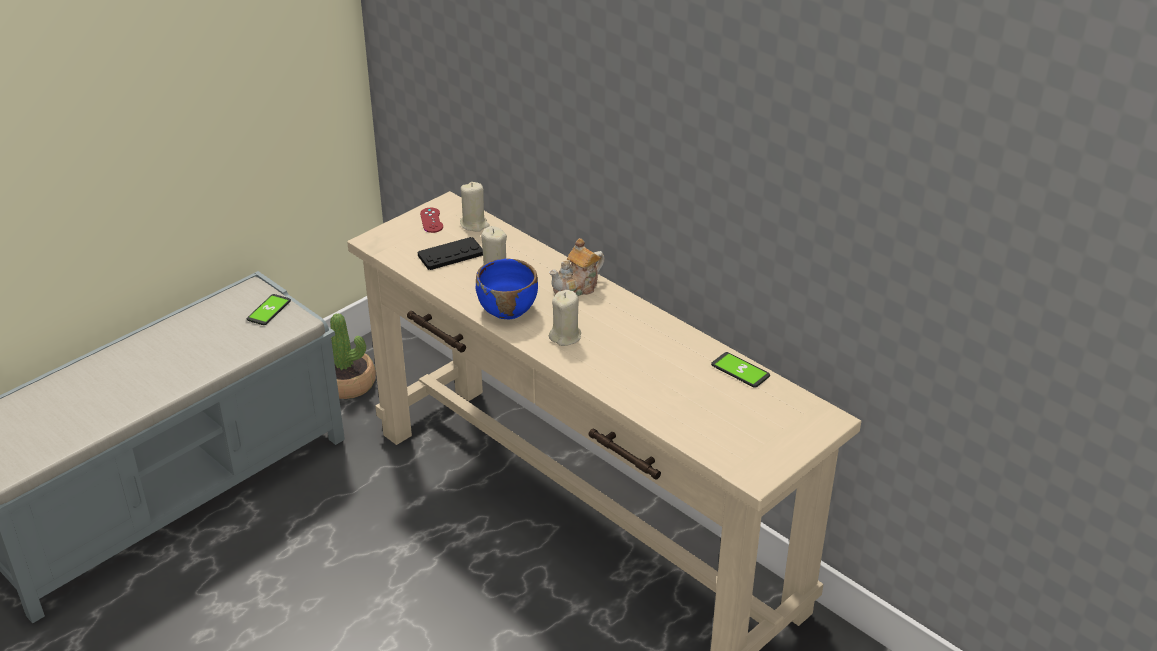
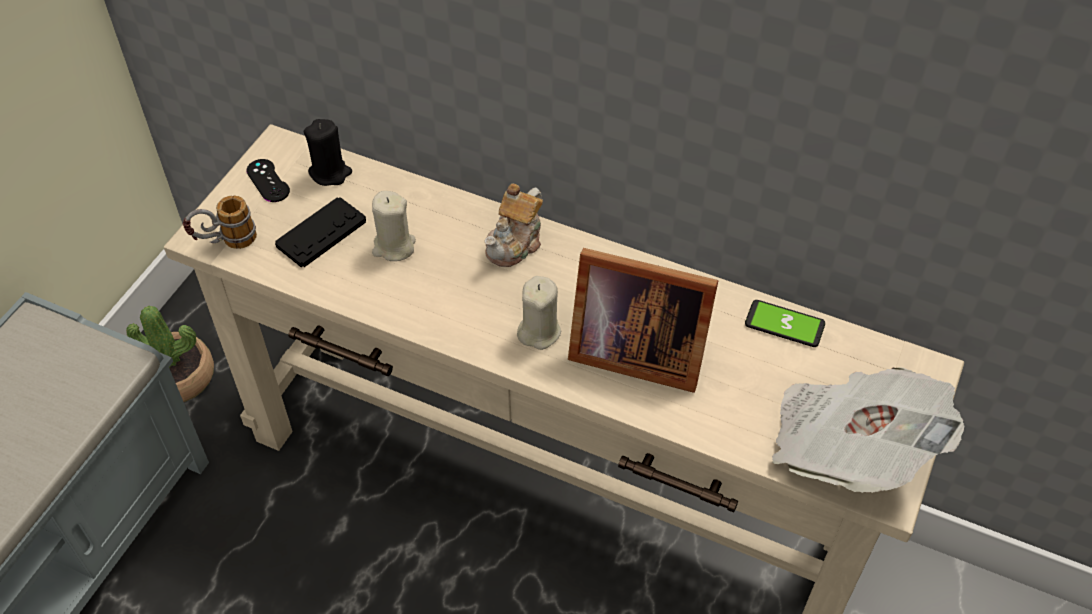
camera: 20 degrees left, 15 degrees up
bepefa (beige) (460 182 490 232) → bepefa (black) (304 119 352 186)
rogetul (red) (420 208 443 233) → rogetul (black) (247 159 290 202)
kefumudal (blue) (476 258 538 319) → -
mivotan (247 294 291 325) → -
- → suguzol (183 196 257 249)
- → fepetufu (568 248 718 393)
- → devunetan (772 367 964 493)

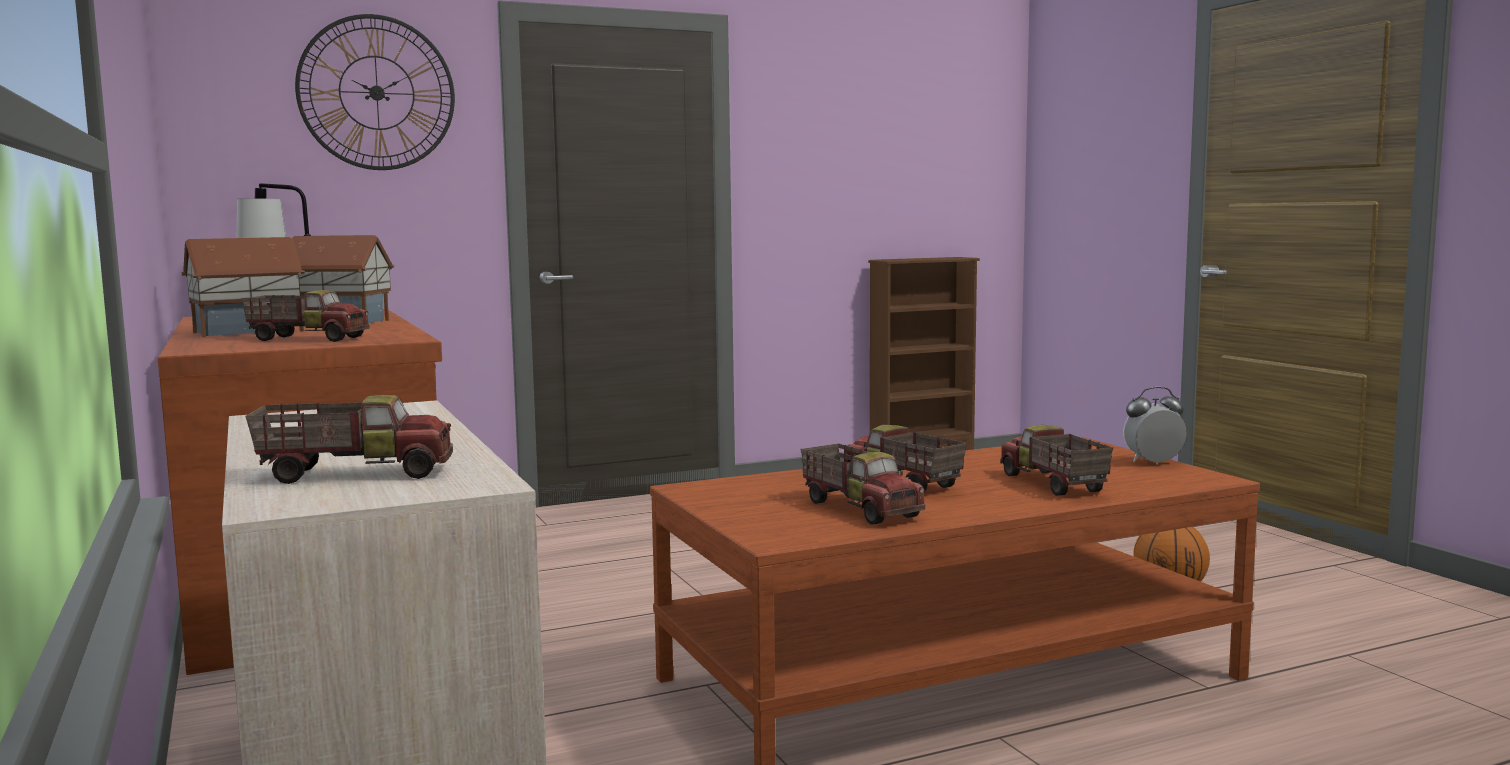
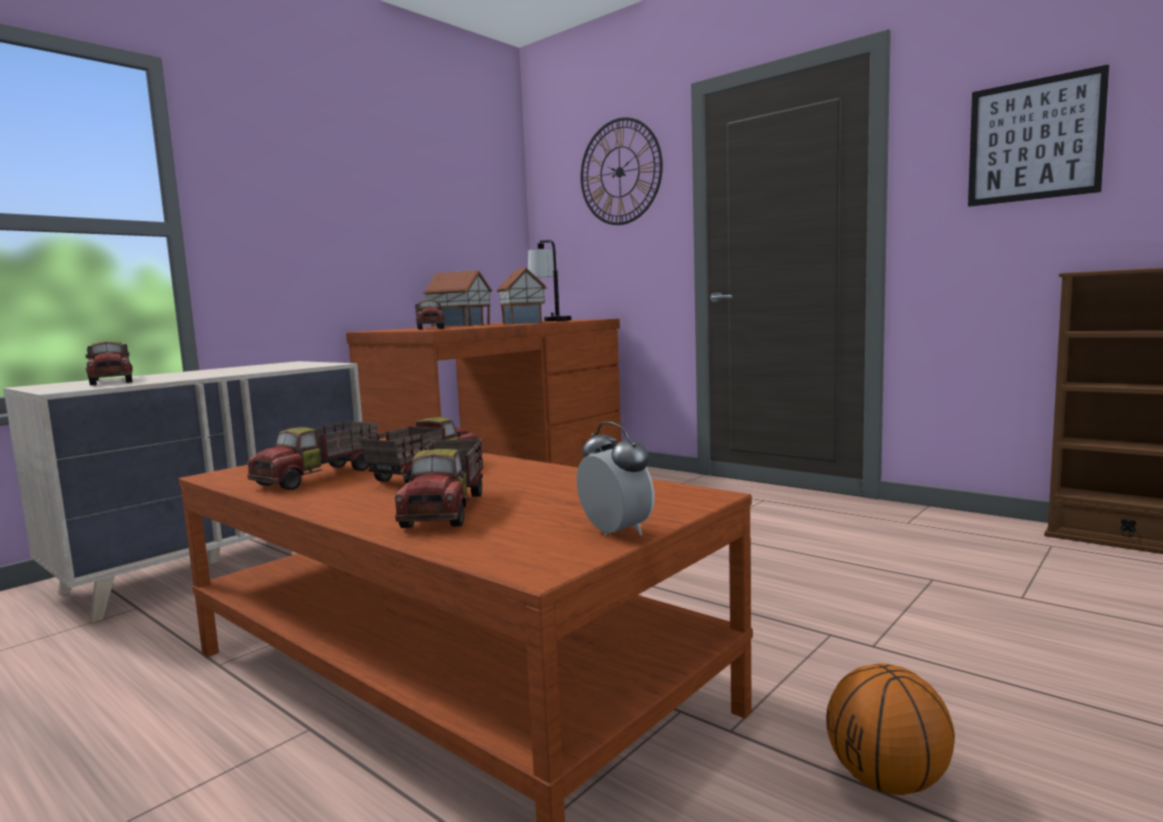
camera: 65 degrees right, 0 degrees up
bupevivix (1000 424 1113 496) → bupevivix (395 439 483 528), 135 degrees clockwise
- → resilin (968 64 1109 207)

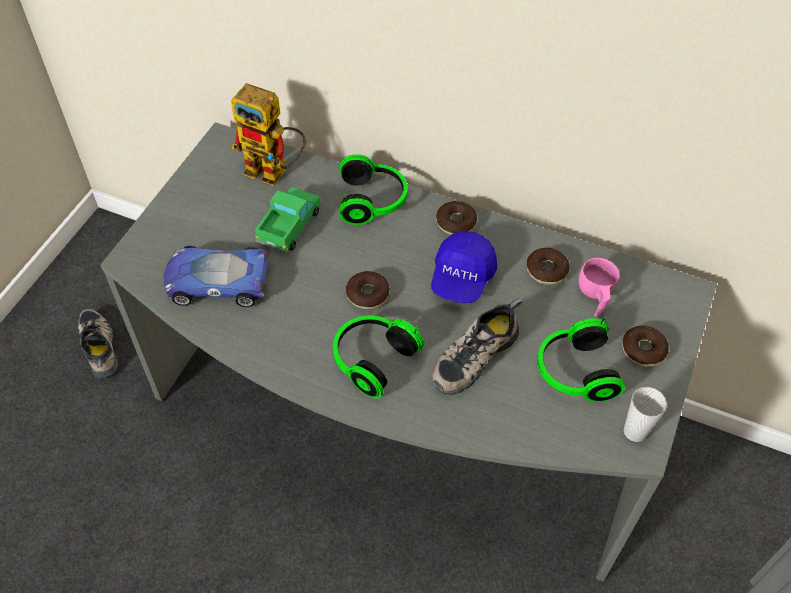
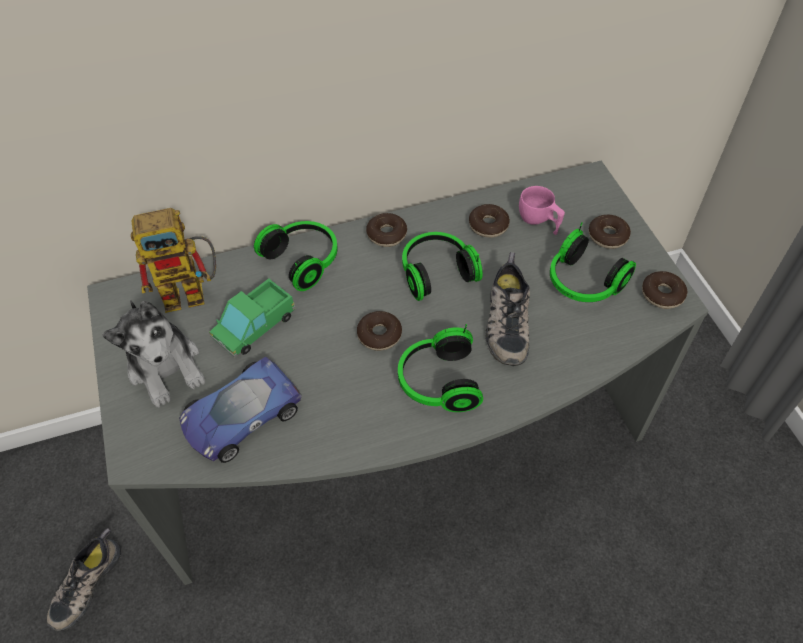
camera: 40 degrees left, 0 degrees up
bupevivix (255 187 322 253) → bupevivix (209 278 296 358), 120 degrees counterclockwise
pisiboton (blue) (431 231 497 303) → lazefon (402 232 483 301)
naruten (78 308 118 379) → naruten (47 528 121 631), 90 degrees counterclockwise
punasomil (624 387 667 442) → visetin (642 271 687 309)
- → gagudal (102 300 205 407)

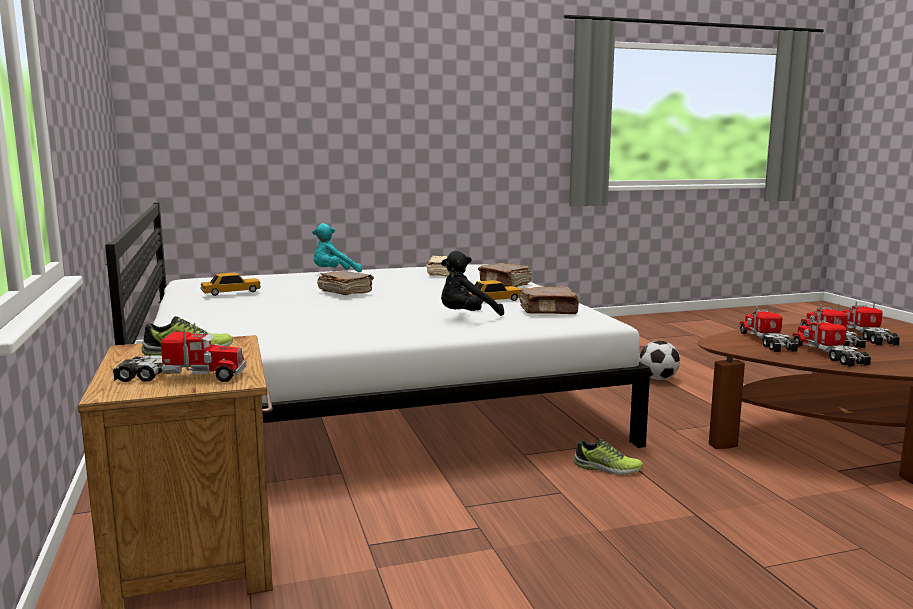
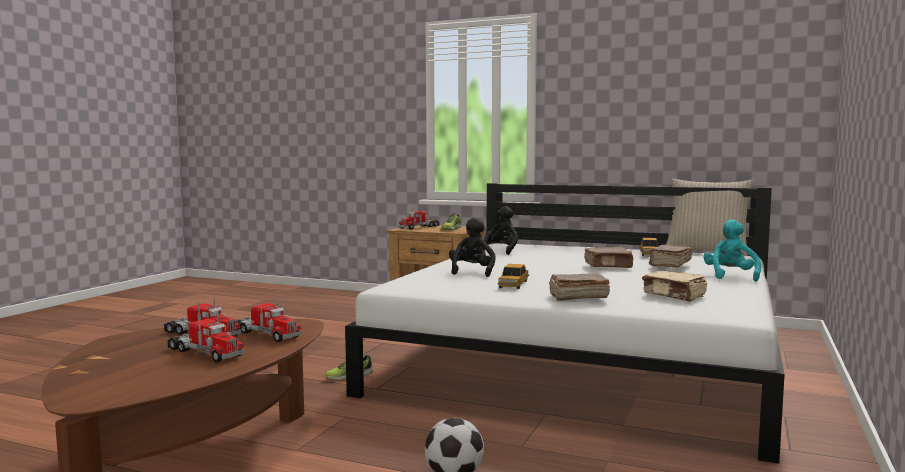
camera: 130 degrees right, 5 degrees down
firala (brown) (519 286 579 314) → firala (brown) (649 245 693 268), moved
bupevivix (843 301 900 345) → -
- → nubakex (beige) (666 179 754 256)
- → gagudal (black) (484 206 519 255)

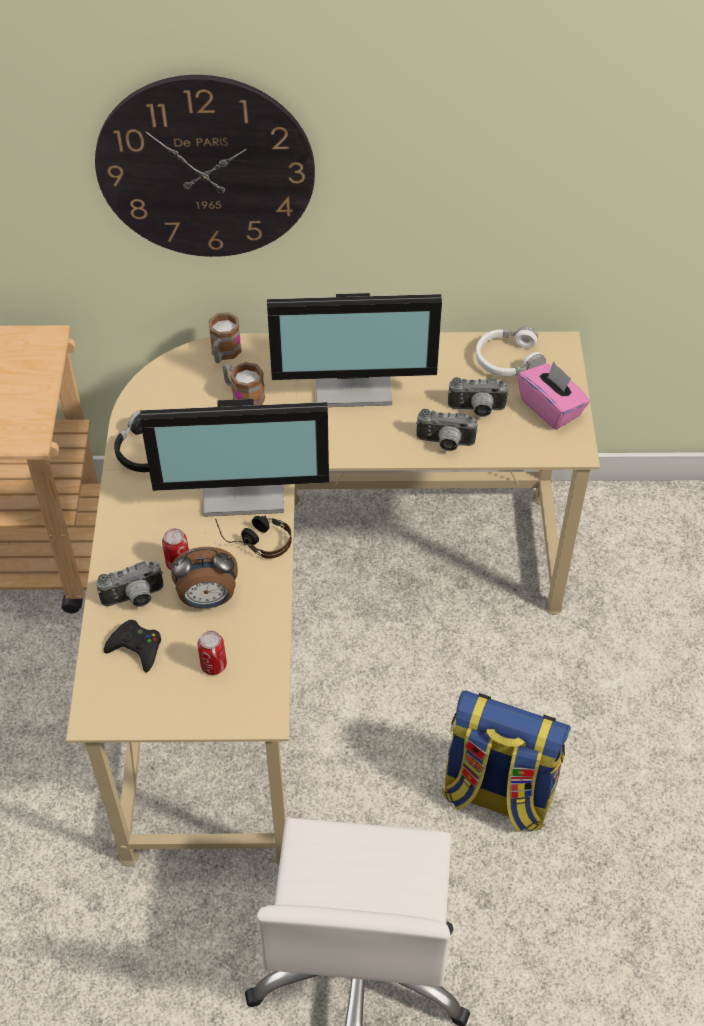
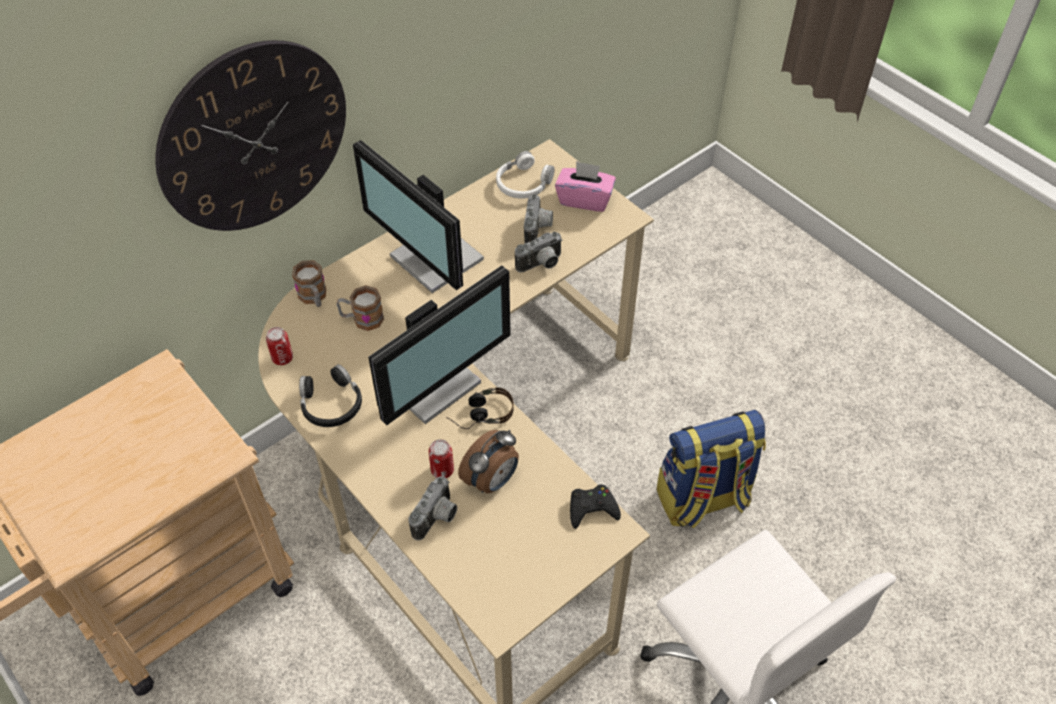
camera: 40 degrees left, 0 degrees up
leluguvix (267 293 442 407) → leluguvix (353 140 484 293), 90 degrees clockwise
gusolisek (448 377 509 417) → gusolisek (524 194 553 243), 45 degrees counterclockwise
rogetul (black) (104 620 161 672) → rogetul (black) (570 485 621 529), moved
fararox (198 630 227 675) → fararox (266 327 293 365), moved

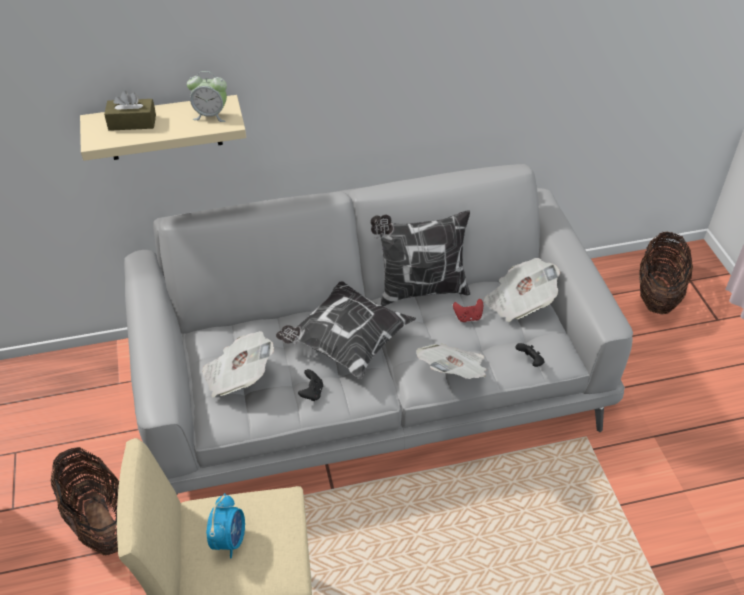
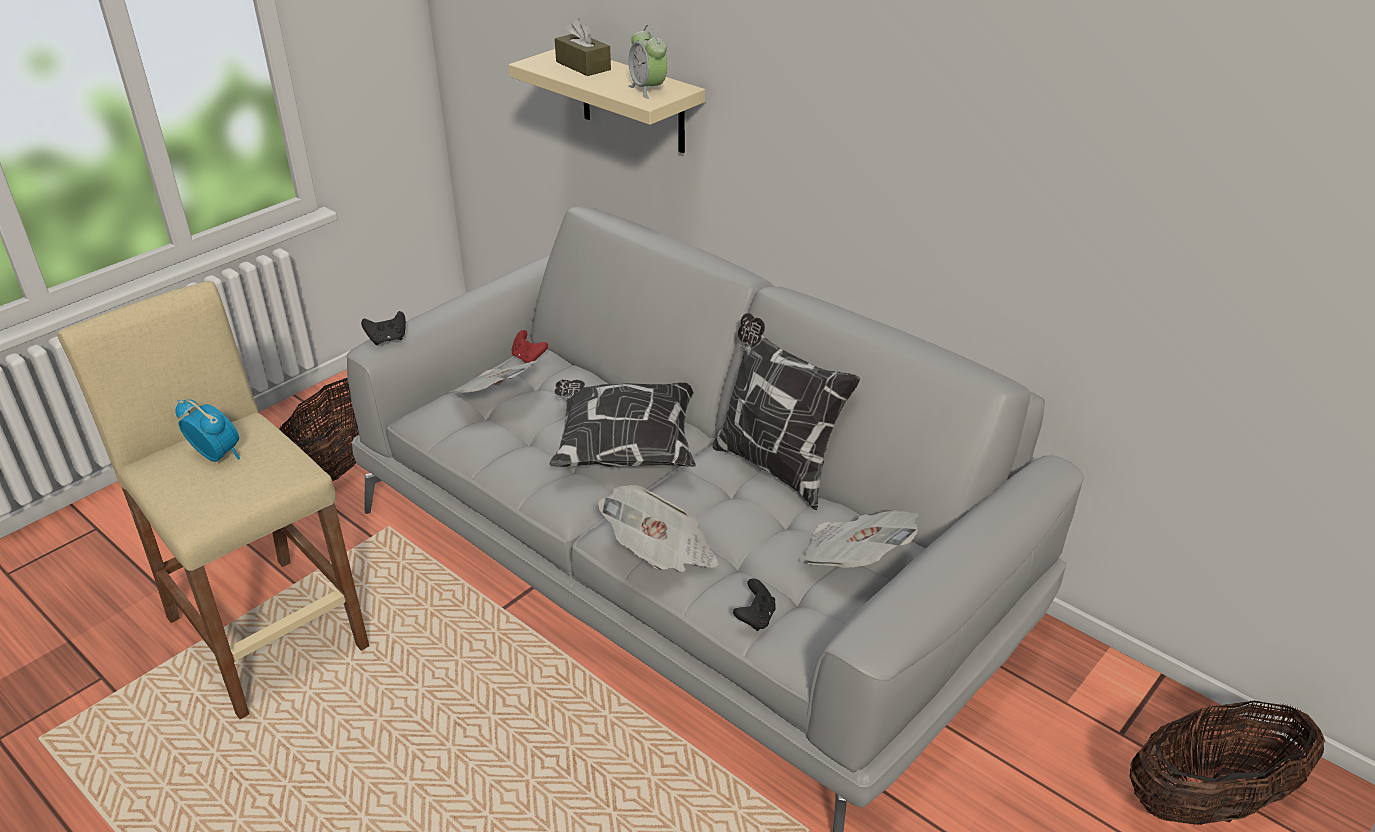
camera: 55 degrees right, 10 degrees down
rogetul (red) (453 299 483 322) → rogetul (red) (511 330 548 365), moved
rogetul (black) (298 369 323 401) → rogetul (black) (361 311 406 345), moved
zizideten (206 493 245 558) → zizideten (175 399 240 462), 120 degrees counterclockwise

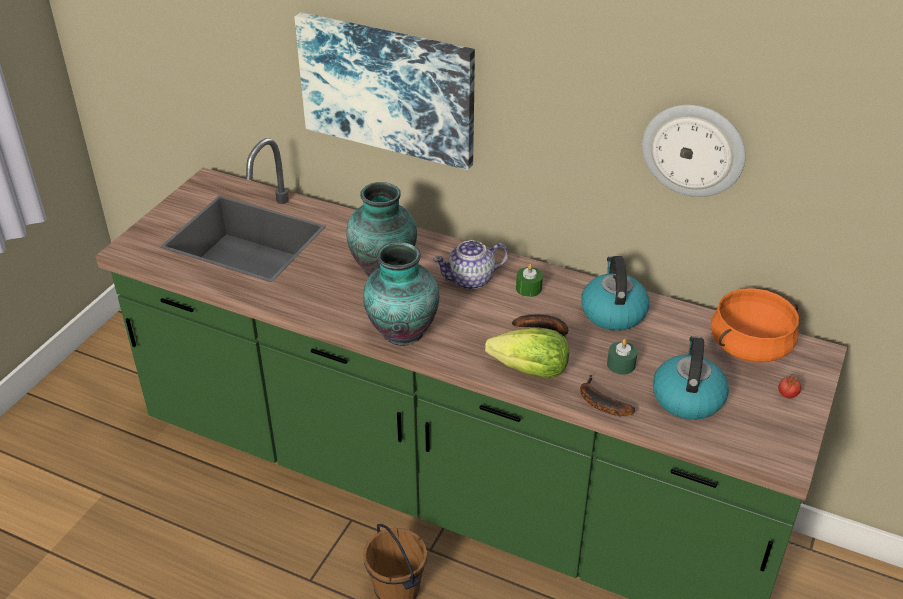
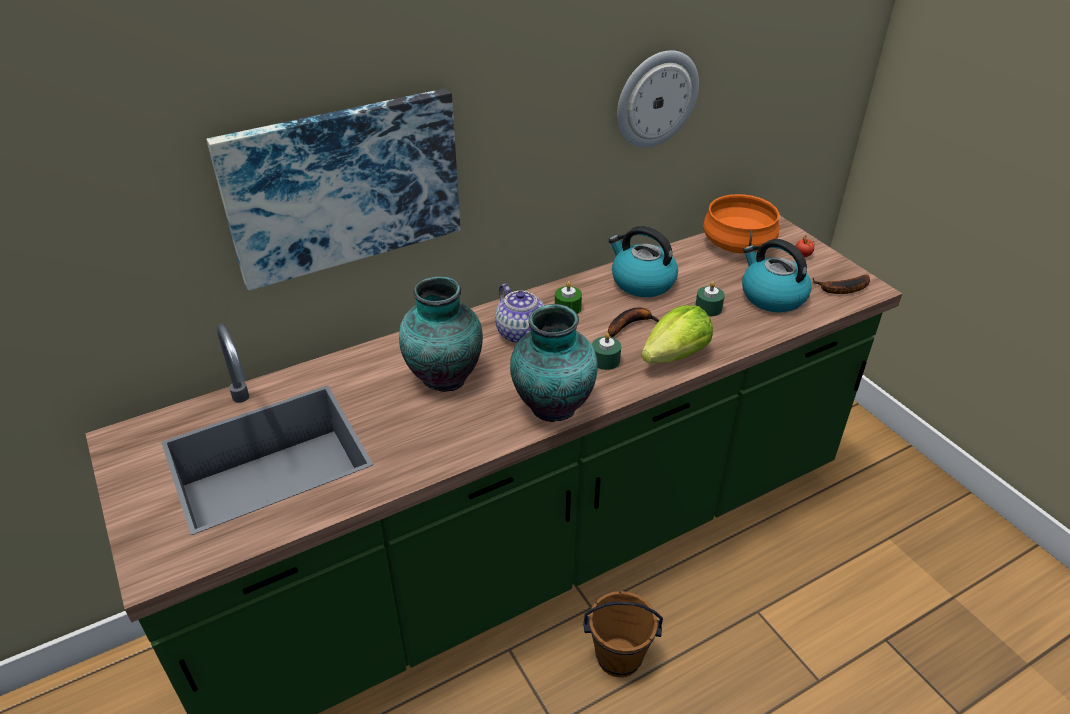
camera: 55 degrees left, 0 degrees up
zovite (433 240 508 290) → zovite (495 284 544 343), 45 degrees counterclockwise
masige (580 375 635 416) → masige (813 275 870 294), moved
- → bepefa (green) (592 333 621 370)

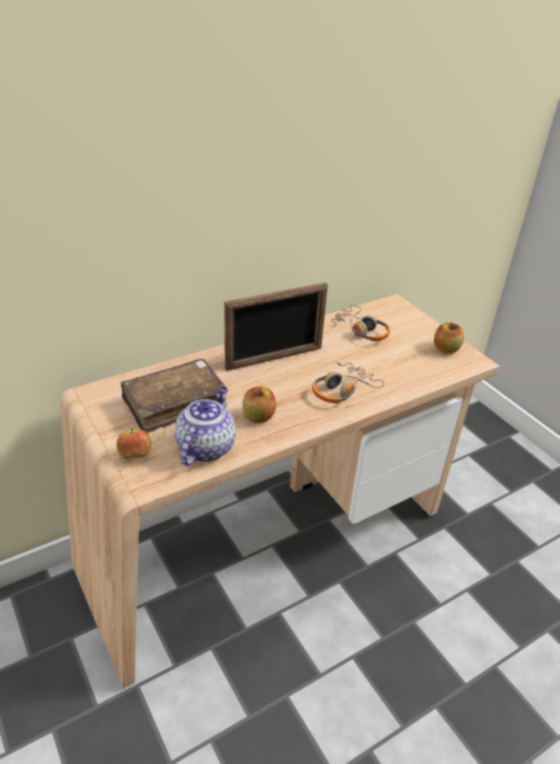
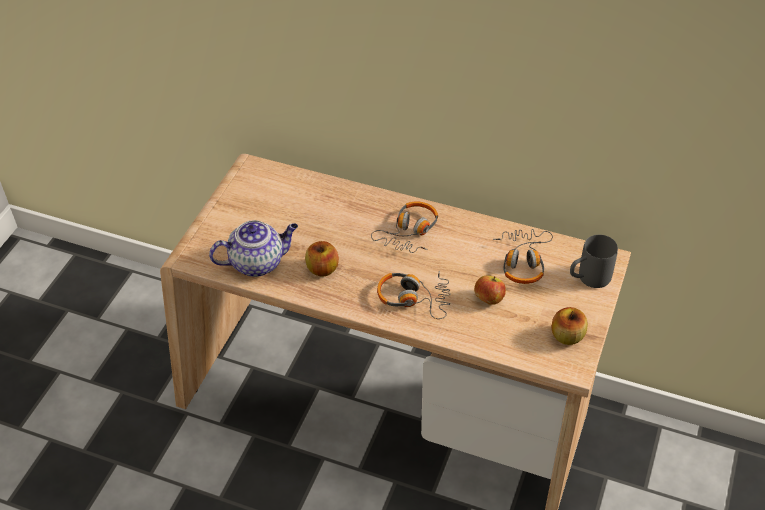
camera: 55 degrees right, 10 degrees up
fepetufu (224 282 328 371) → lazefon (371 201 438 253)
firala (brown) (121 359 228 433) → -
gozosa (117 428 151 459) → gozosa (474 275 506 305), moved
- → suguzol (grey) (570 235 618 288)

